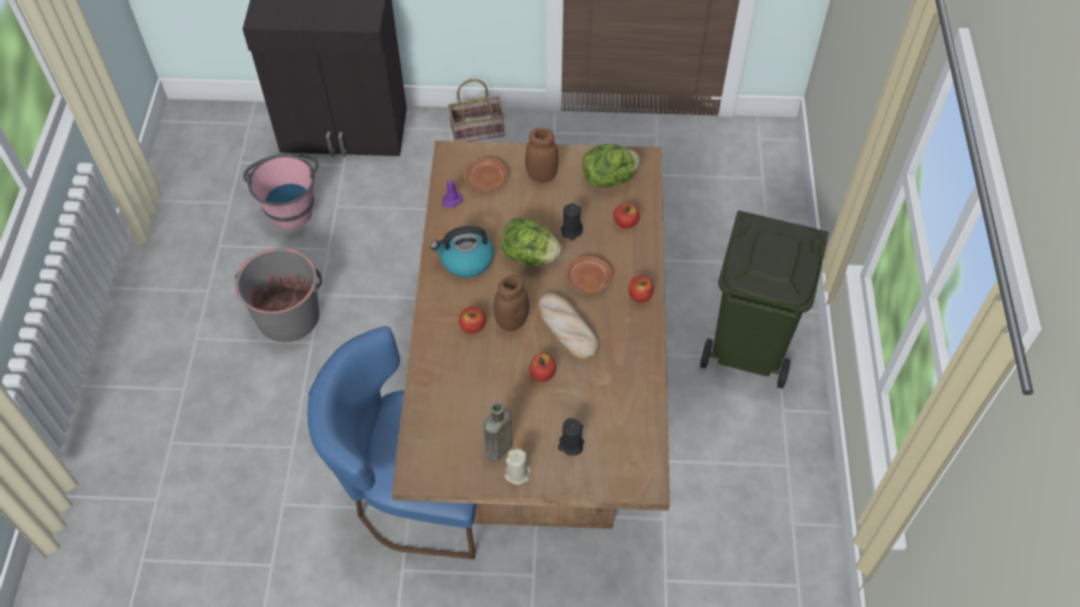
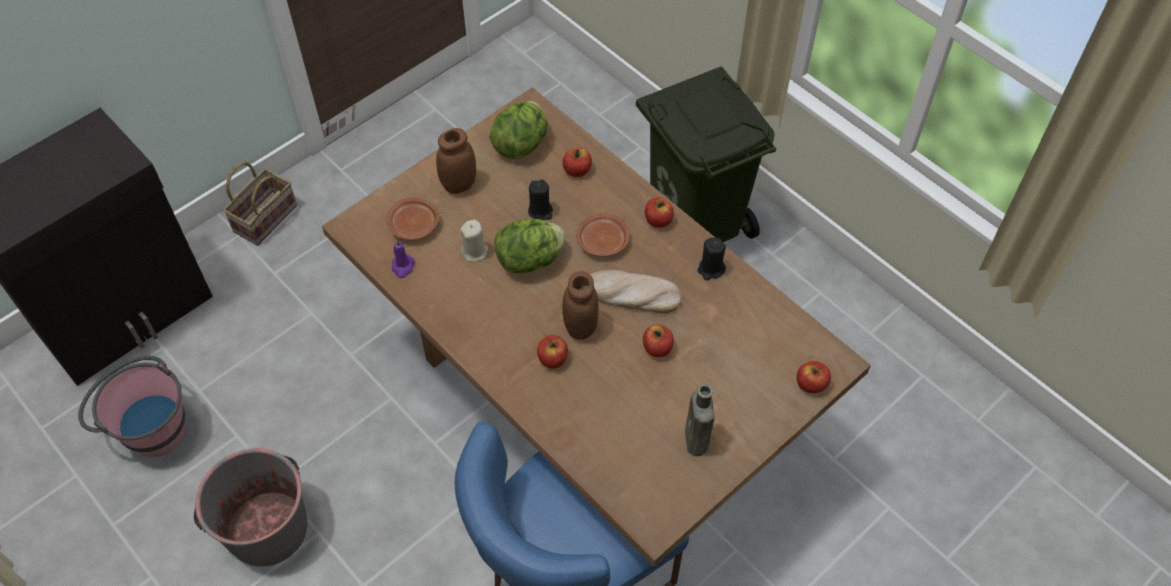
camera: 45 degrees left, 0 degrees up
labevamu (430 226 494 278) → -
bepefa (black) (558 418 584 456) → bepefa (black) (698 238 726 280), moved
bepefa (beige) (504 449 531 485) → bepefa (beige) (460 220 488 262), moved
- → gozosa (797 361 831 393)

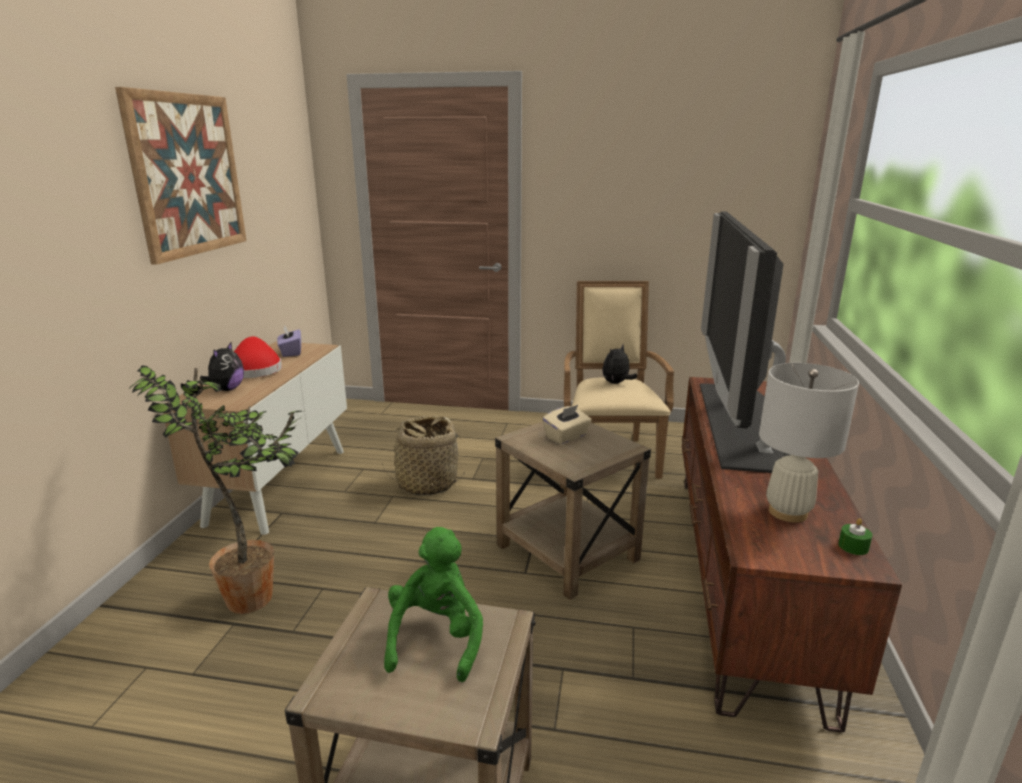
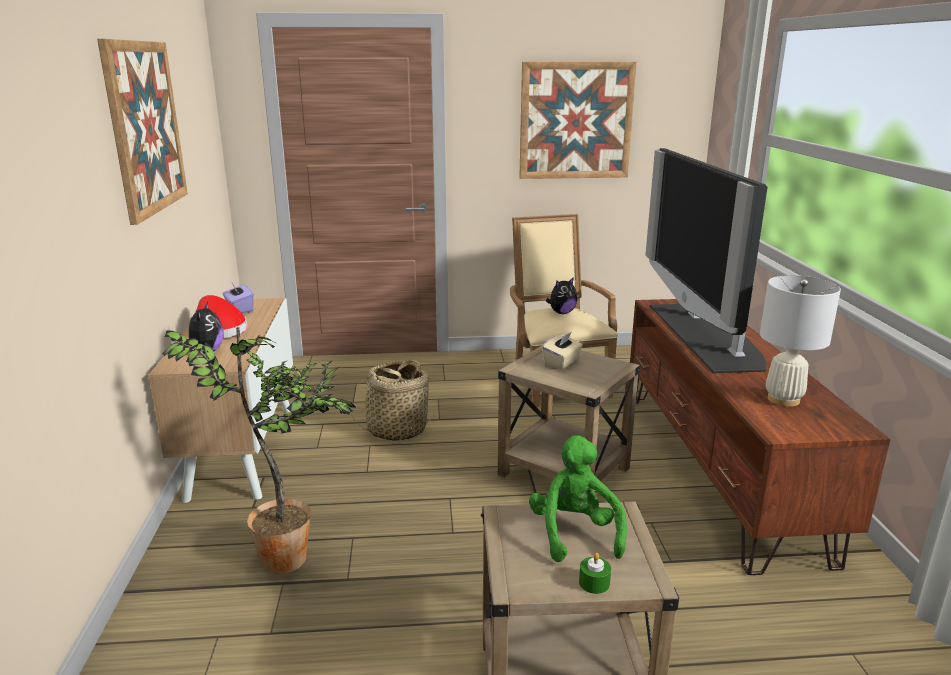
camera: 15 degrees left, 0 degrees up
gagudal (602 345 637 384) → gagudal (546 277 577 314), 150 degrees counterclockwise
bepefa (green) (838 519 872 555) → bepefa (green) (579 553 611 594), moved
- → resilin (519 62 637 179)

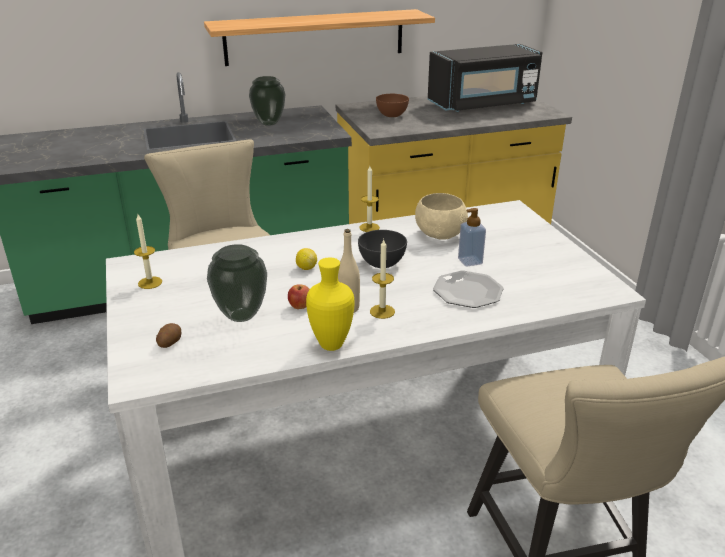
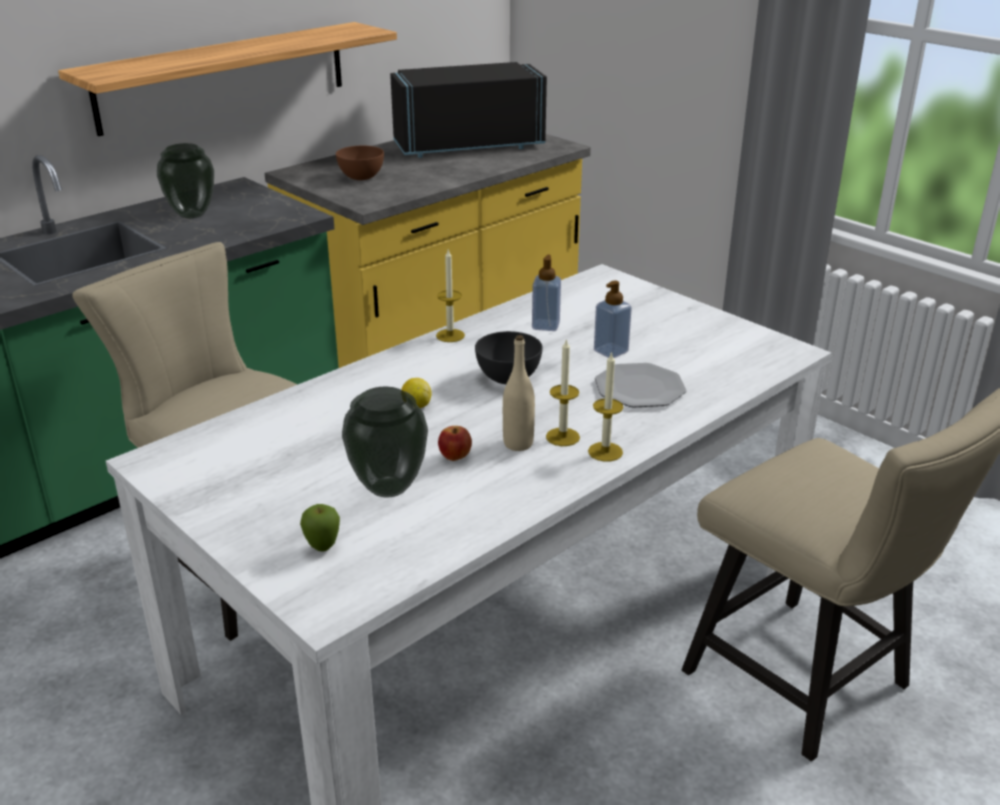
camera: 25 degrees left, 0 degrees up
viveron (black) (428 44 542 112) → viveron (black) (390 62 547 158), 150 degrees counterclockwise
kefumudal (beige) (415 193 468 240) → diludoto (532 255 561 331)
bepefa (134 214 162 289) → bepefa (588 352 623 462), moved
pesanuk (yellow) (306 257 355 351) → -
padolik (156 323 181 348) → gozosa (300 504 340 551)

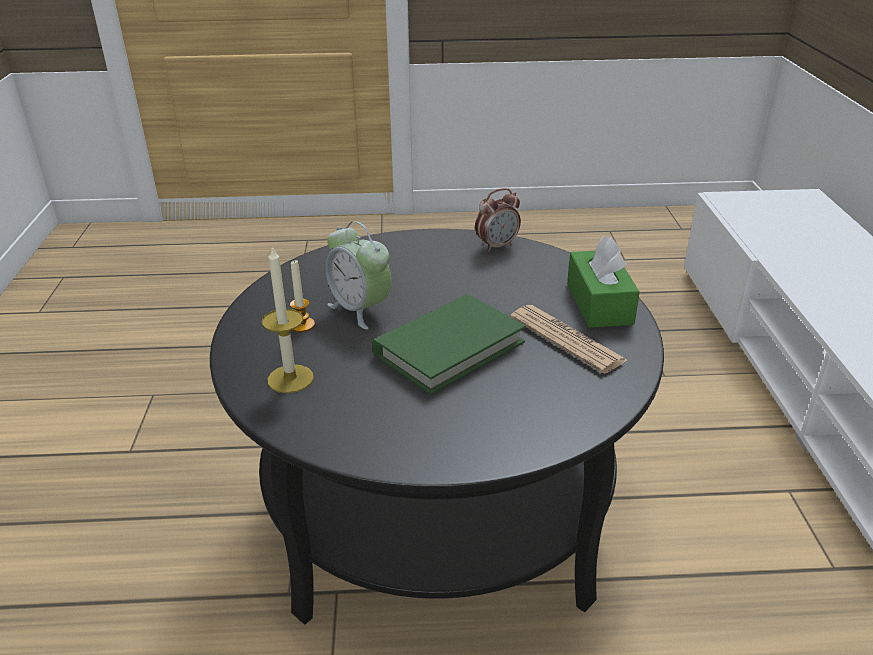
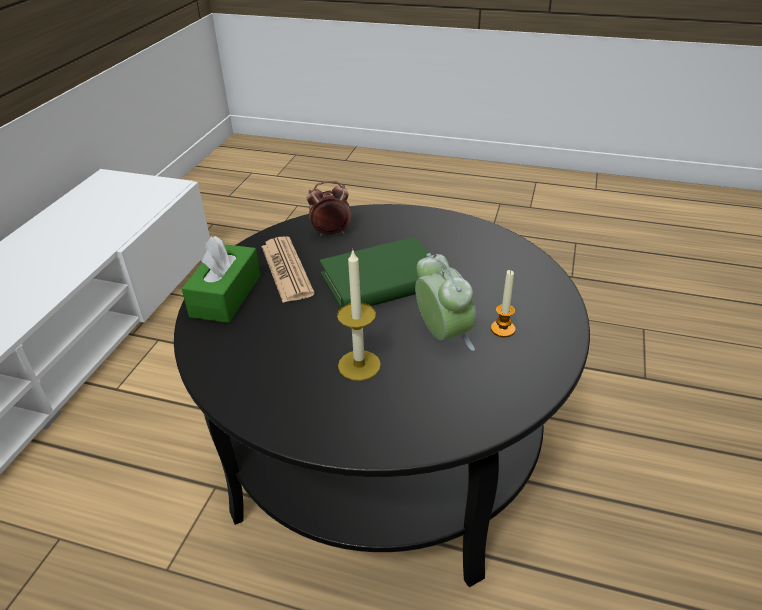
camera: 160 degrees left, 5 degrees up
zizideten (475 188 521 252) → zizideten (307 181 351 236), moved
bepefa (262 246 314 393) → bepefa (337 249 381 381), moved

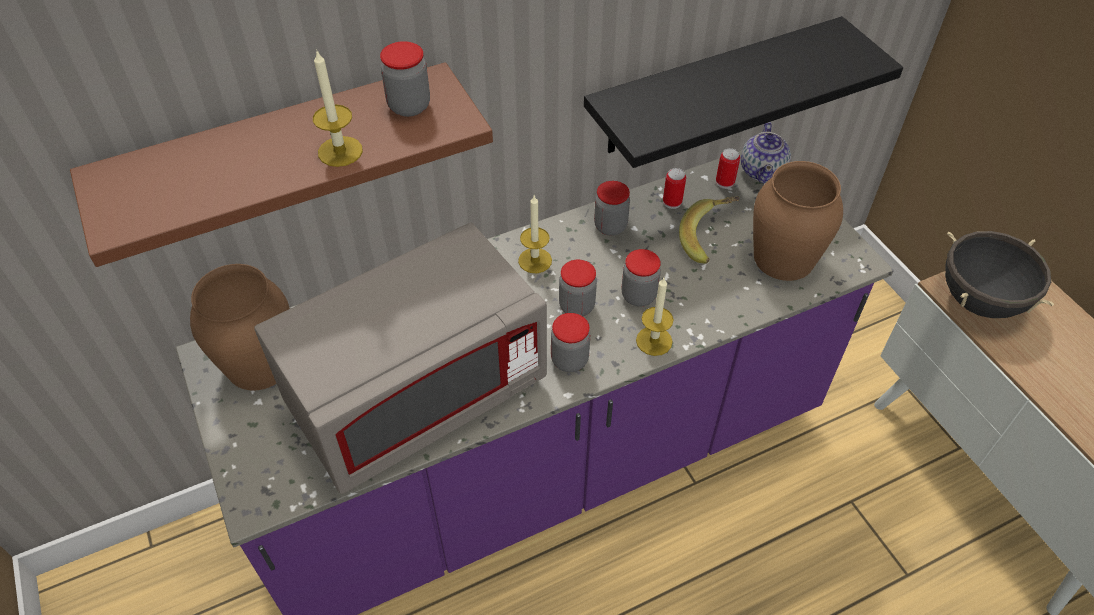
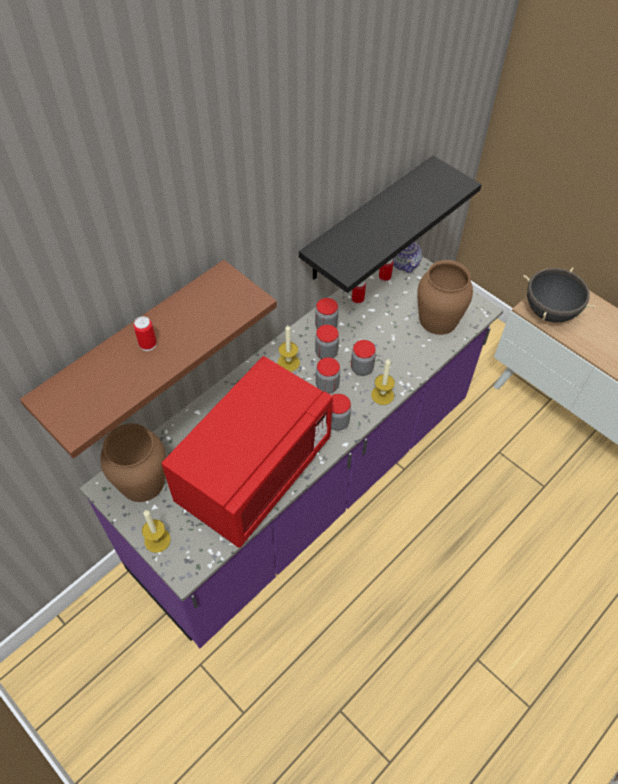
camera: 20 degrees left, 5 degrees up
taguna (380 41 430 117) → taguna (315 325 339 359), moved
bepefa (313 49 363 167) → bepefa (142 510 171 553), moved
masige (679 196 739 264) → -
viveron (grey) (255 223 547 494) → viveron (red) (161 356 333 548)
- → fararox (133 316 157 351)

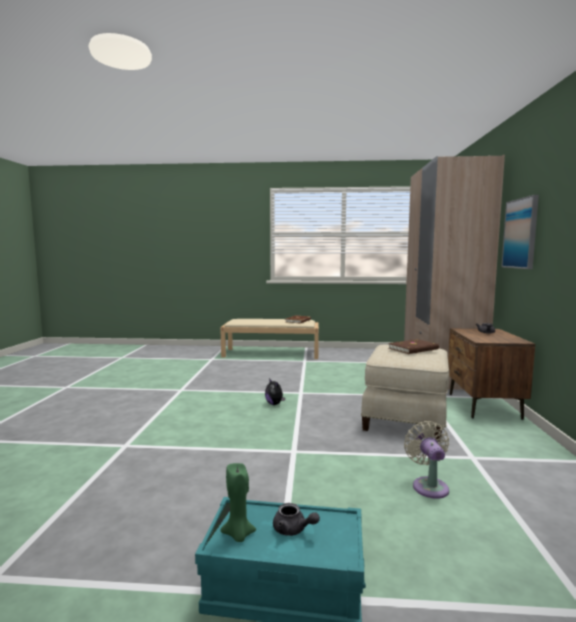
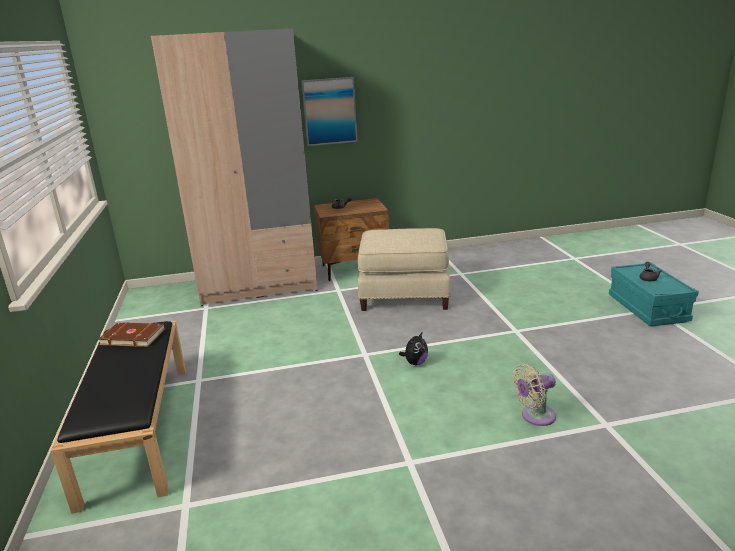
camera: 105 degrees left, 15 degrees up
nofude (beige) (220 319 319 359) → nofude (black) (51 321 186 514)
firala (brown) (388 339 439 354) → -
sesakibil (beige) (404 421 449 499) → sesakibil (beige) (513 364 556 426), moved
bepefa (green) (221 463 256 542) → -

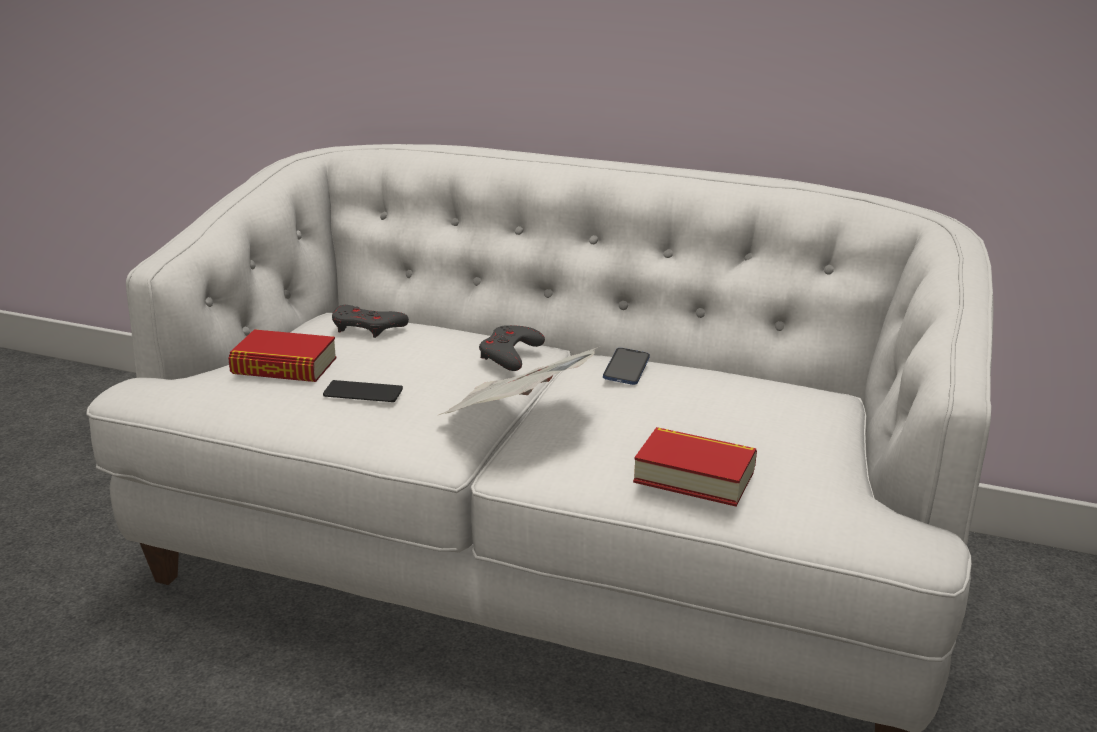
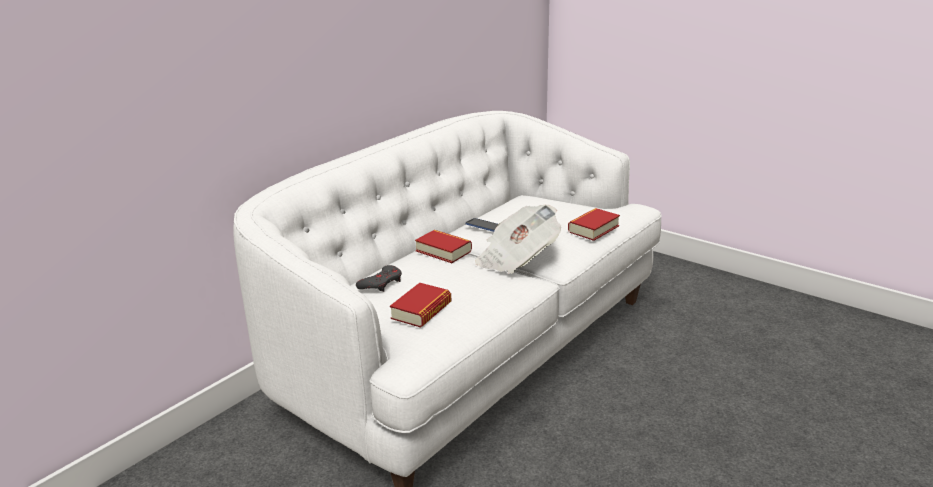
camera: 70 degrees left, 0 degrees up
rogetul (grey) (479 325 545 371) → firala (415 230 472 263)
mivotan (323 380 403 402) → -

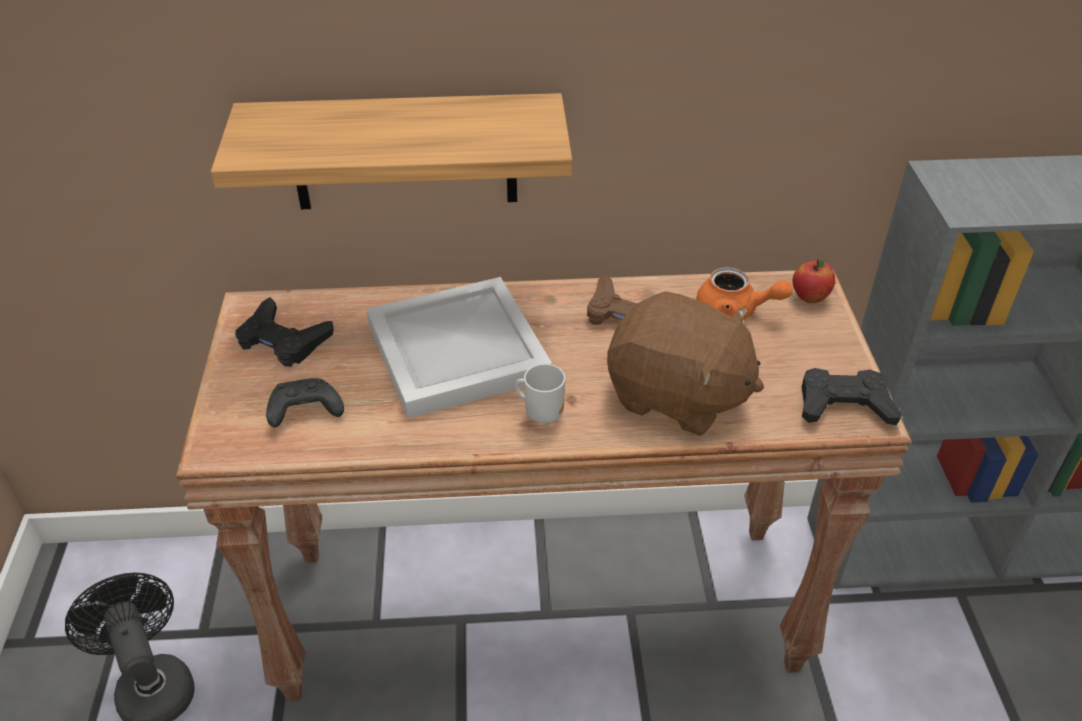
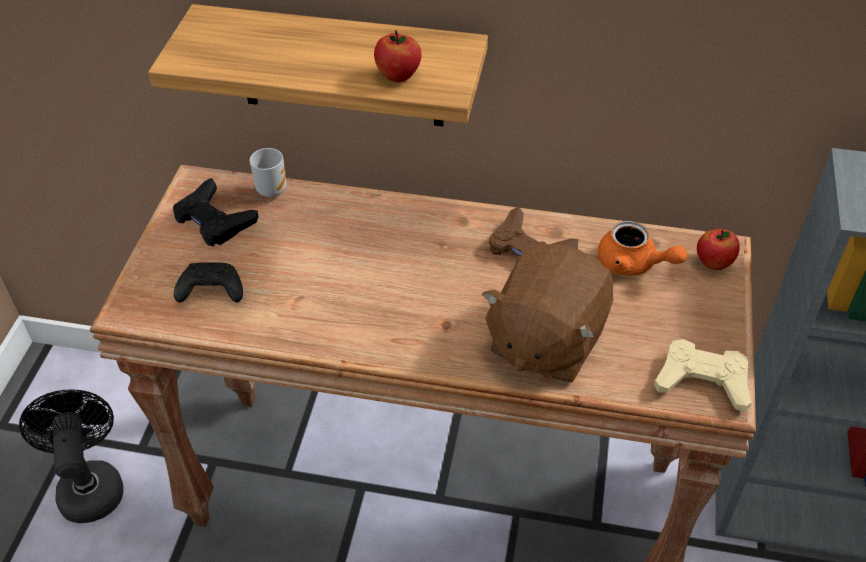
camera: 15 degrees right, 5 degrees up
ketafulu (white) (366 277 552 418) → -
gagudal (brown) (607 291 764 436) → gagudal (brown) (482 244 613 382), 75 degrees clockwise
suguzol (515 364 565 424) → suguzol (250 148 286 197), moved
rogetul (black) (802 368 902 425) → rogetul (beige) (654 339 752 412)
- → gozosa (374 30 422 82)

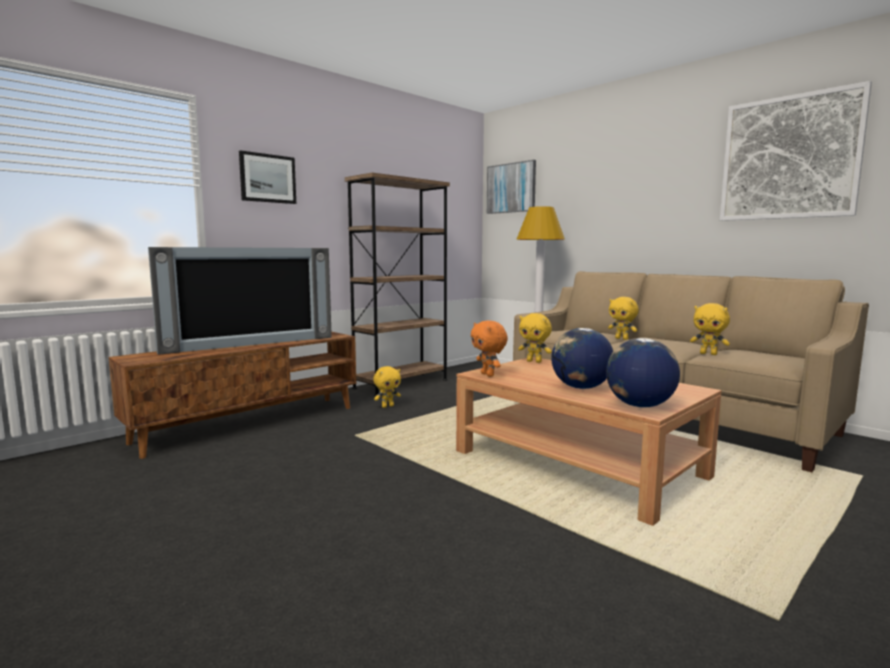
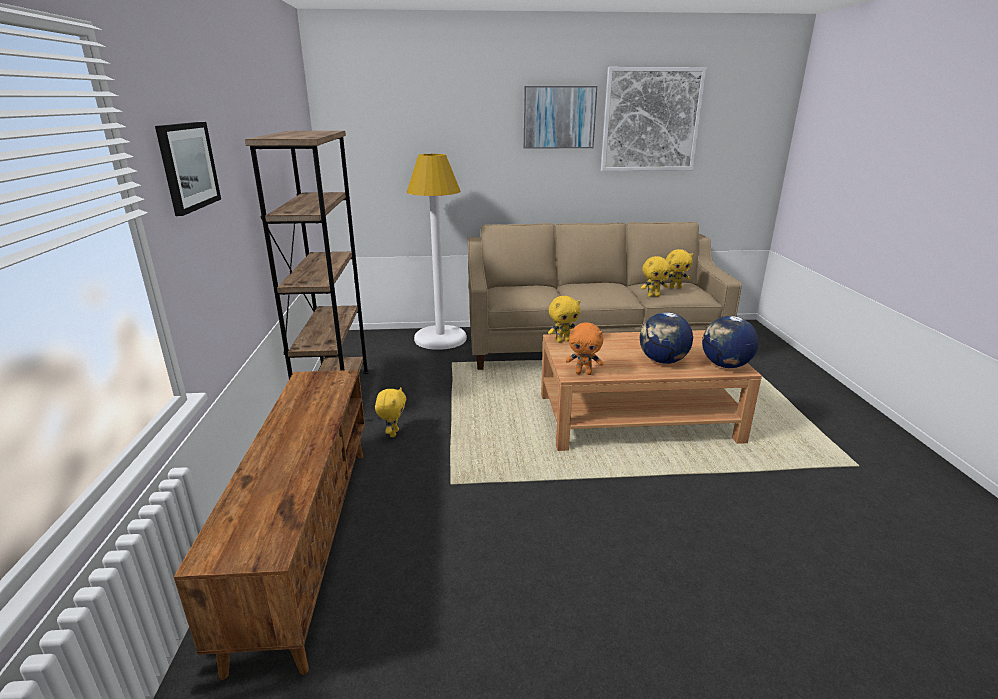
camera: 50 degrees left, 15 degrees up
resilin (487 160 536 214) → resilin (524 86 597 149), moved
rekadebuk (148 247 332 355) → -
gagudal (yellow) (608 297 639 340) → gagudal (yellow) (663 249 693 289), moved

